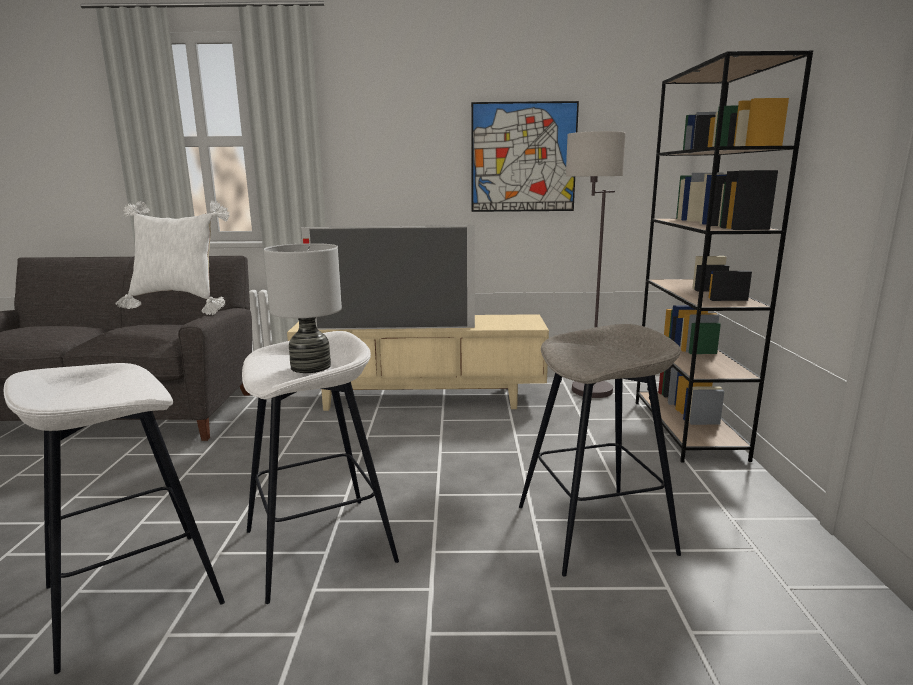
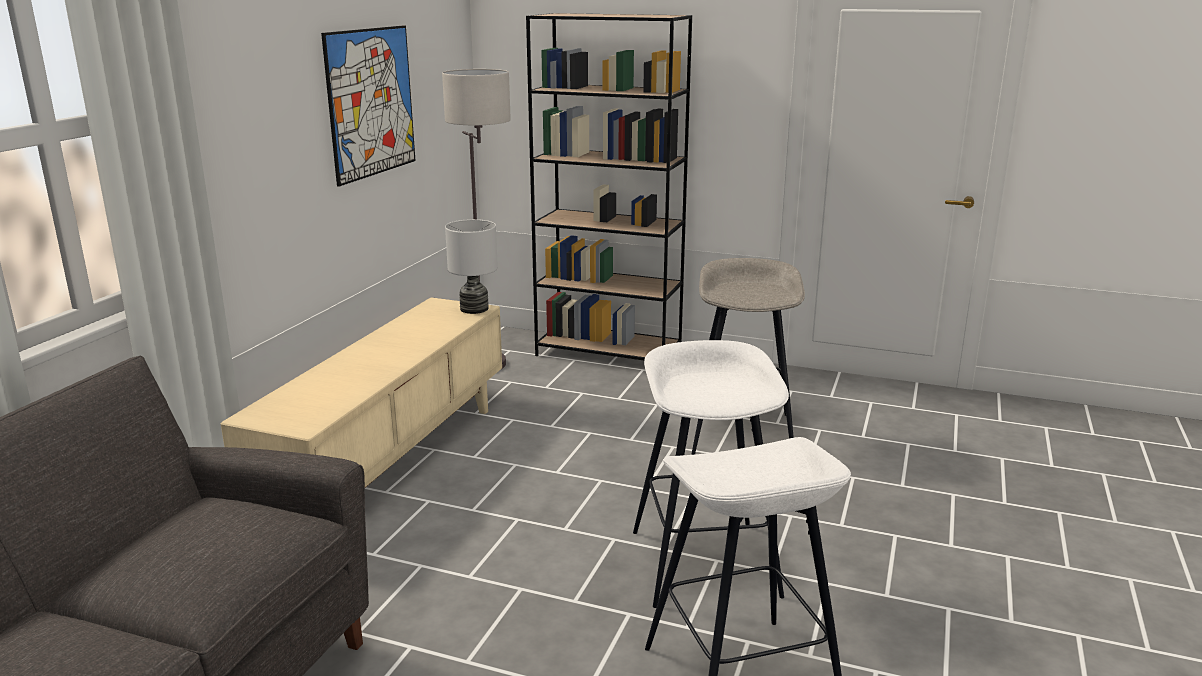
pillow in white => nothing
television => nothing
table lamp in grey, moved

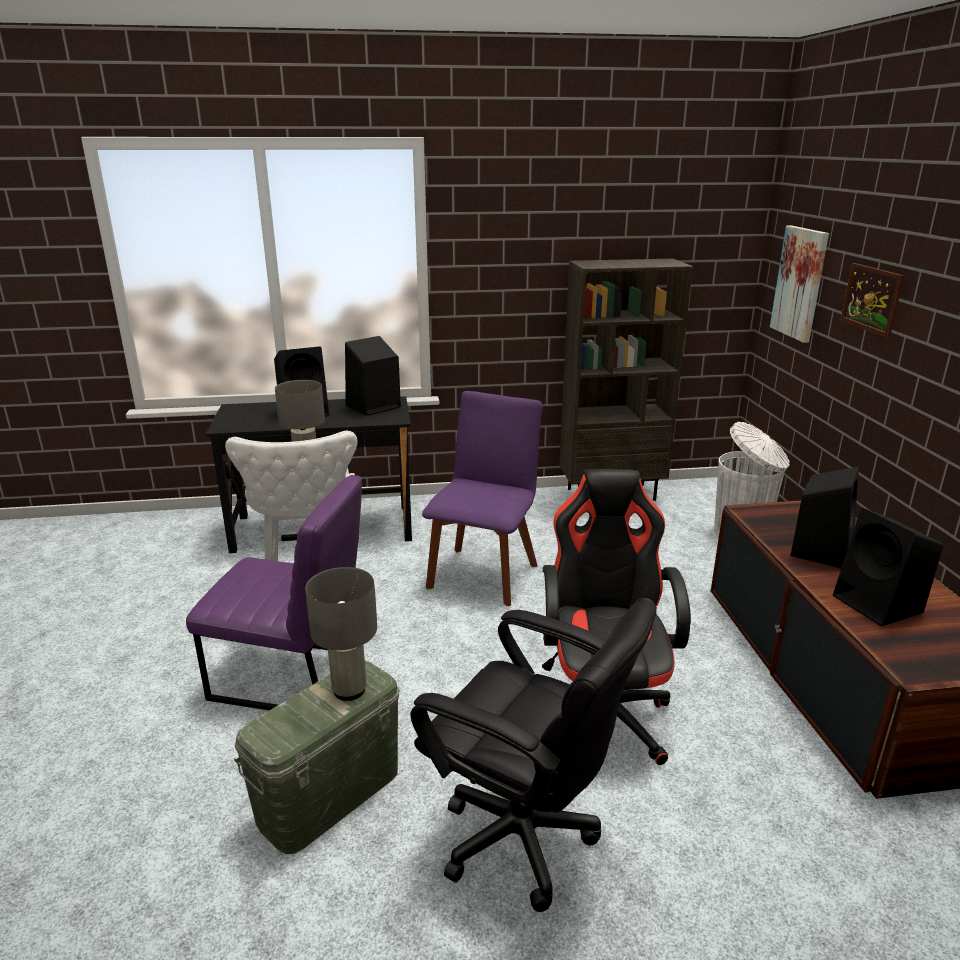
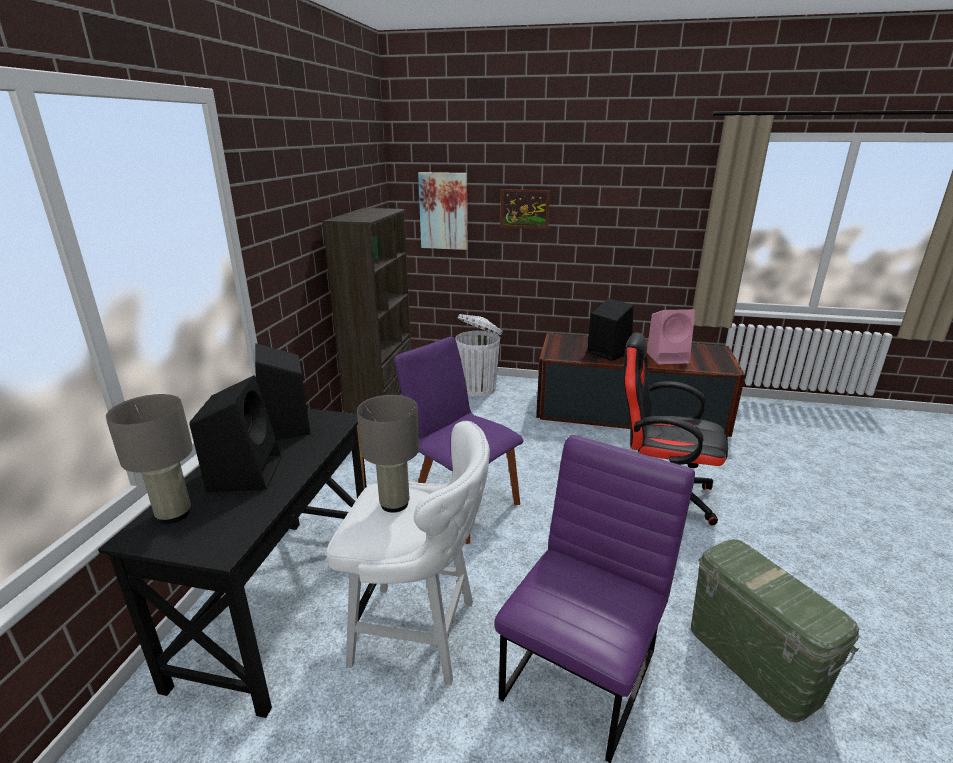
speaker in black (4th from left) => speaker in pink
table lamp in grey (2nd from left in the first image) => table lamp in grey (1st from left), moved
office chair in black (1st from left) => nothing

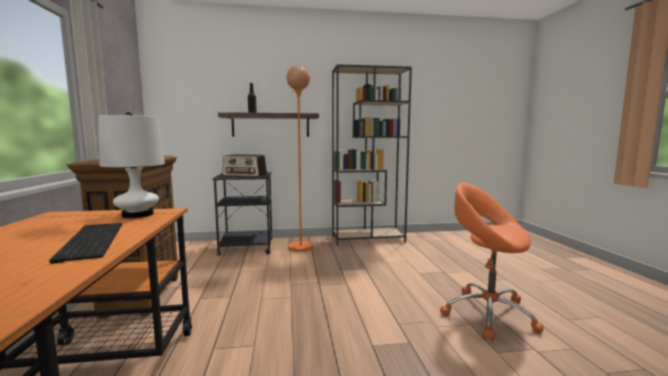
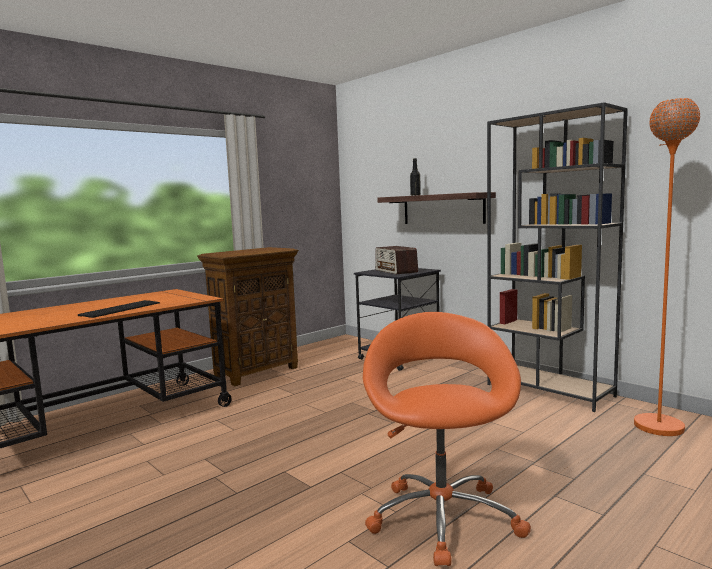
floor lamp in orange, moved
table lamp in white => nothing

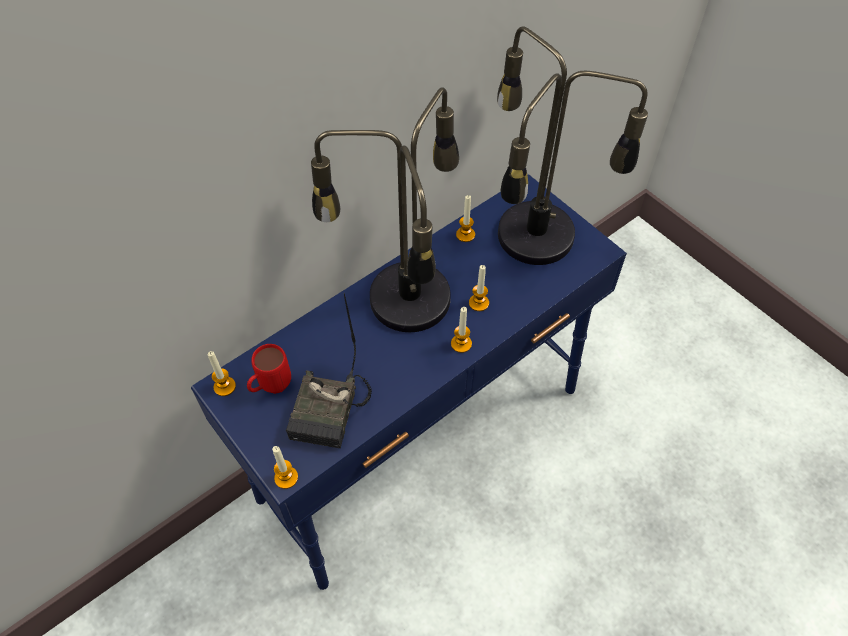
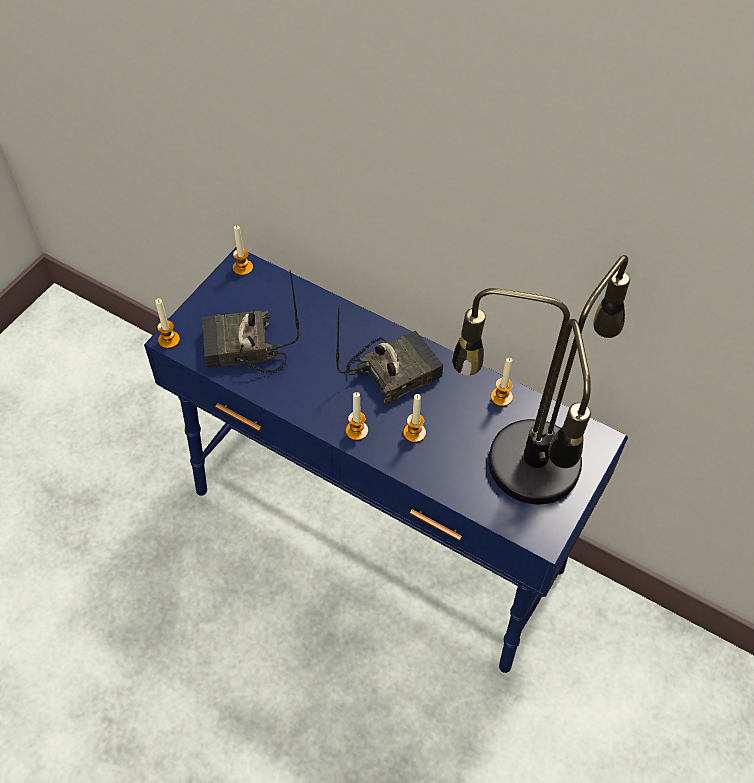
table lamp (1st from left) => radio (2nd from left)
mug in red => nothing

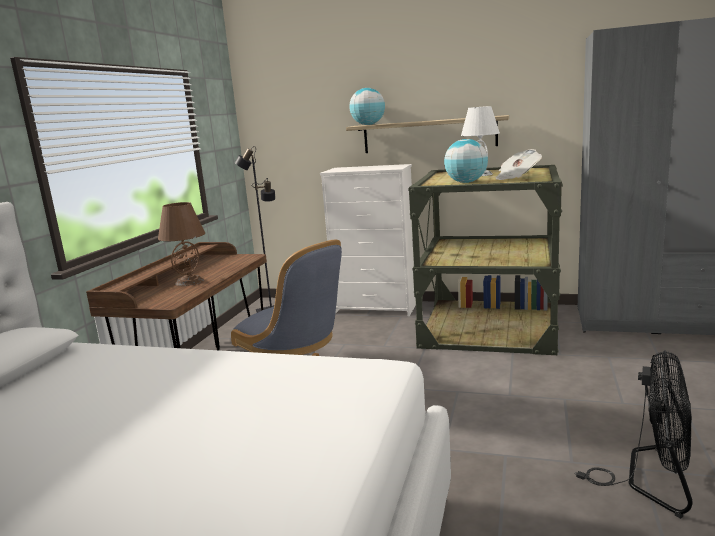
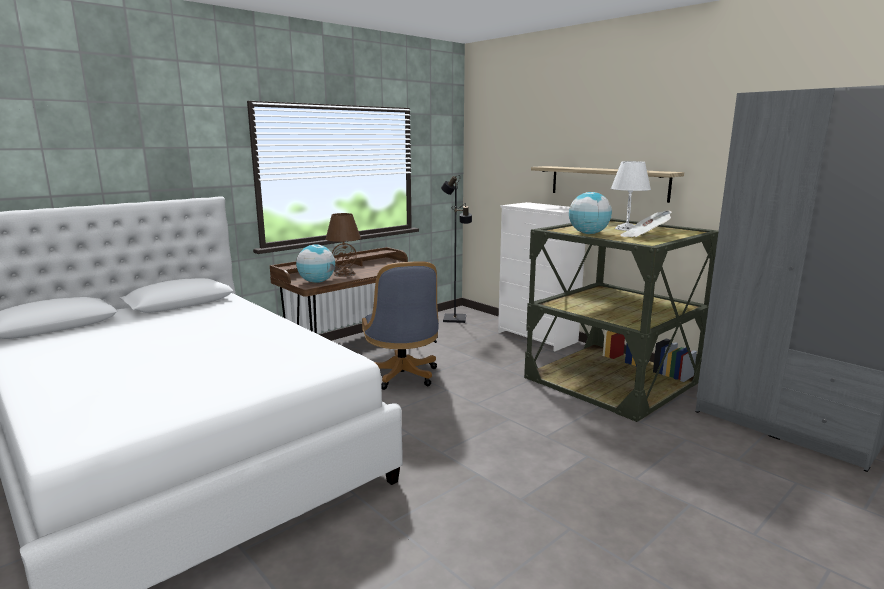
globe (1st from left), moved
fan in black => nothing

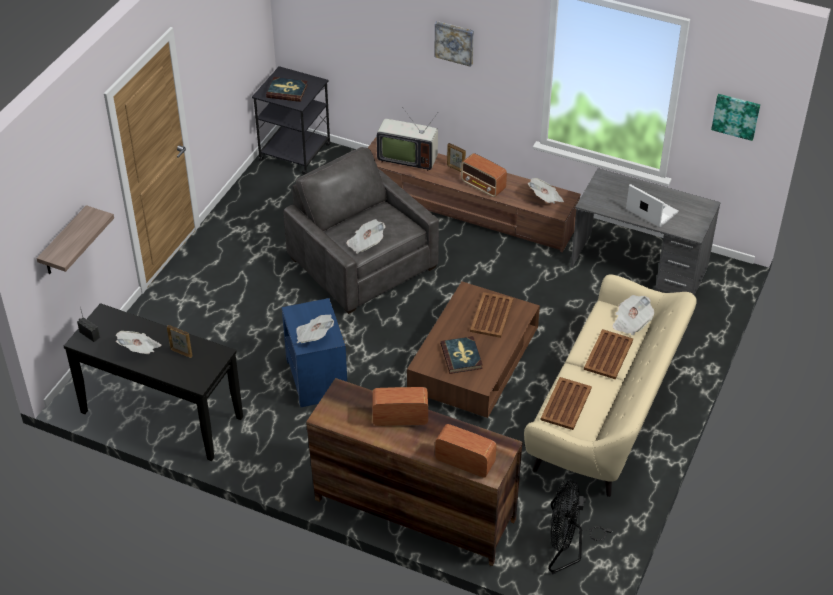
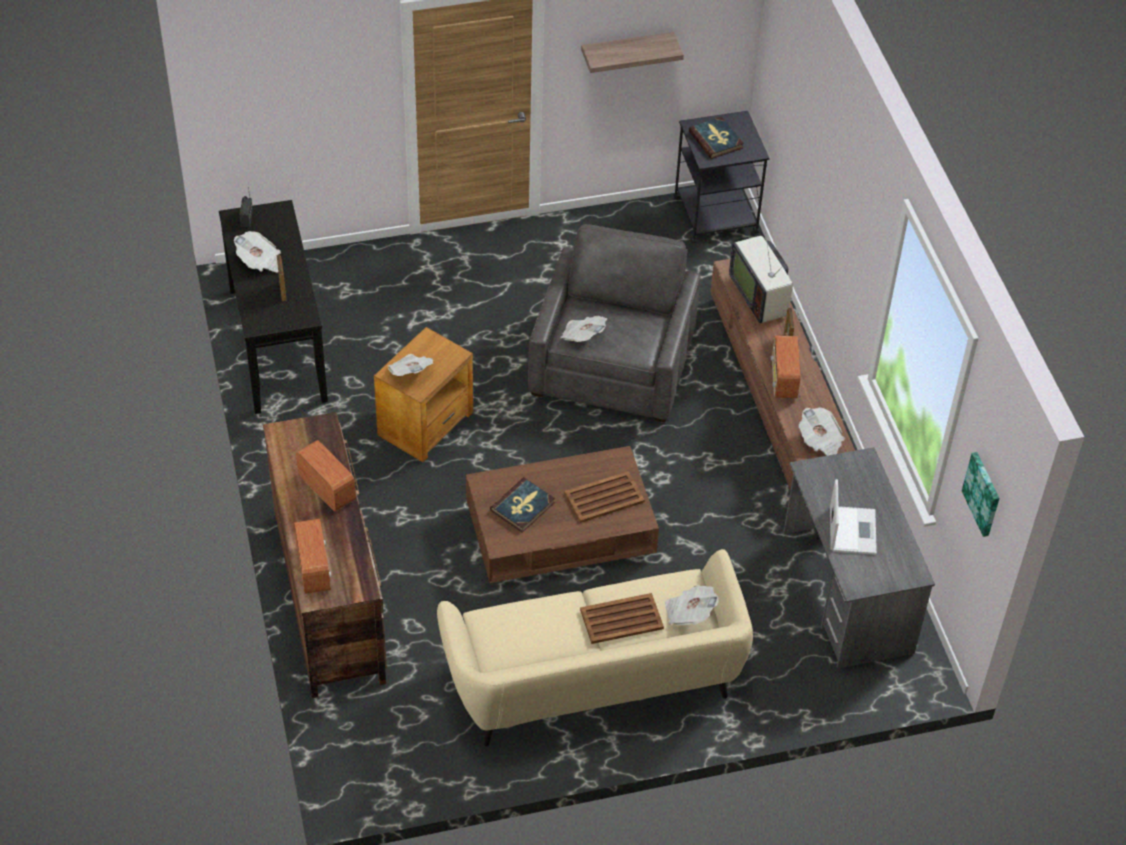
picture (1st from left) => nothing
shelf, moved
side table in blue => side table in brown
tray in brown (2nd from left) => nothing
fan in black => nothing

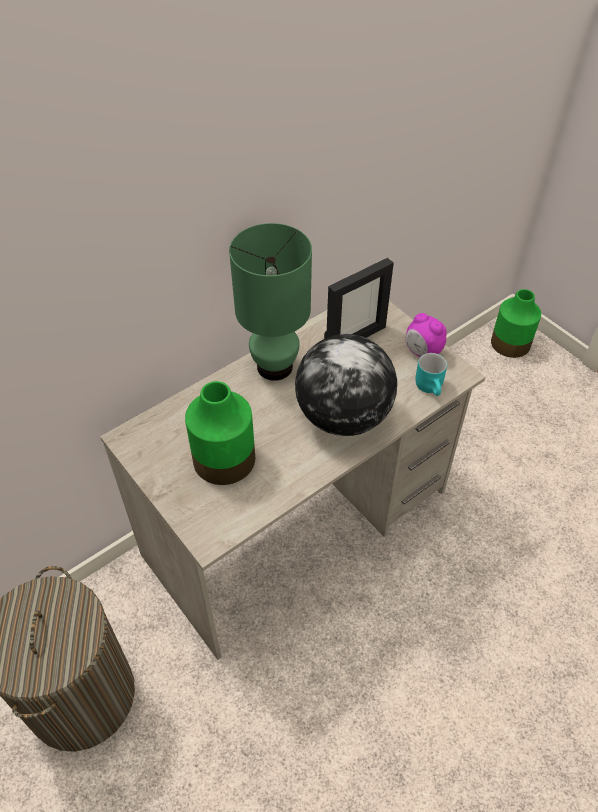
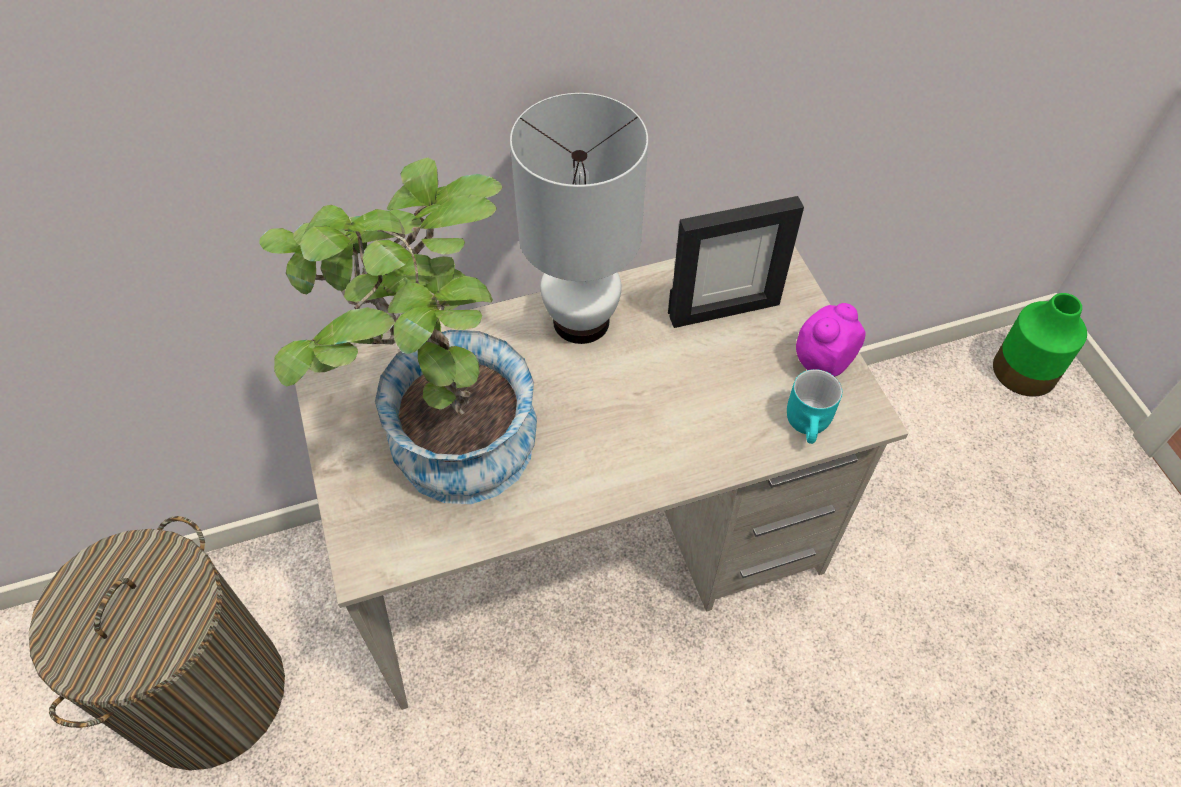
table lamp in green => table lamp in white
alarm clock, 75 degrees clockwise
globe => nothing
vase in green (1st from left) => potted plant

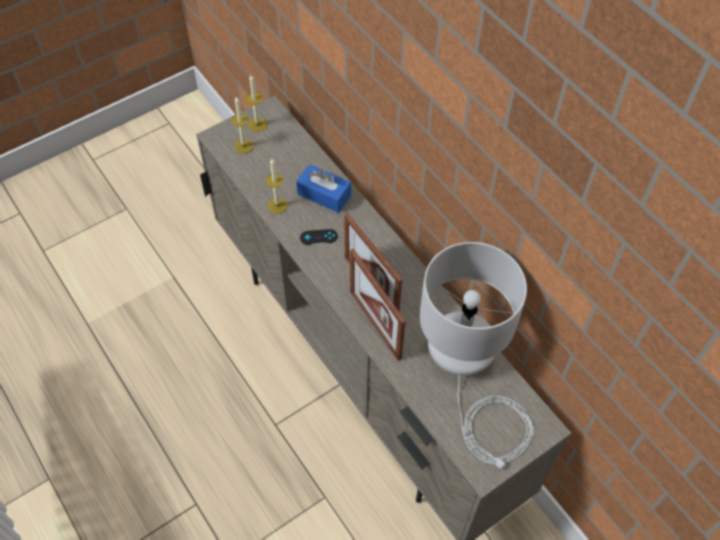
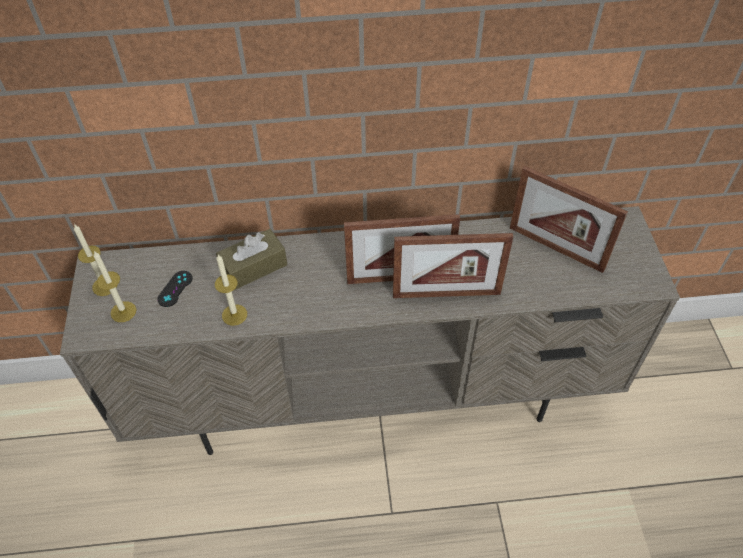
tissue box in blue => tissue box in brown
game controller in black, moved
table lamp in grey => picture frame (3rd from left)

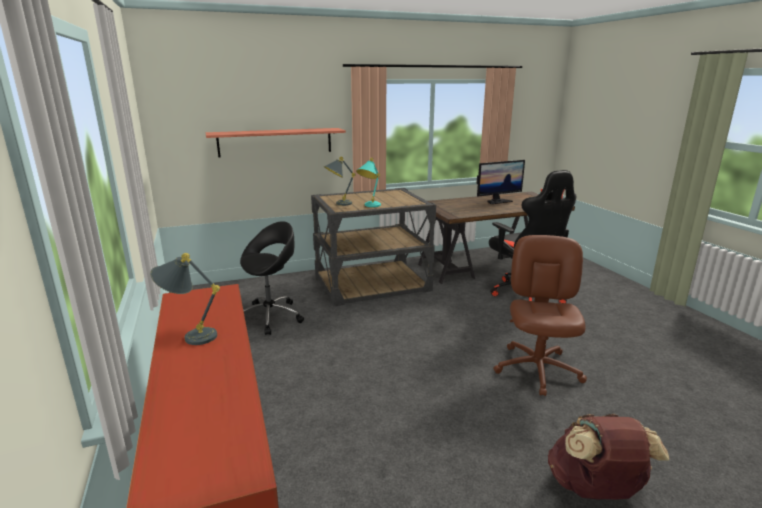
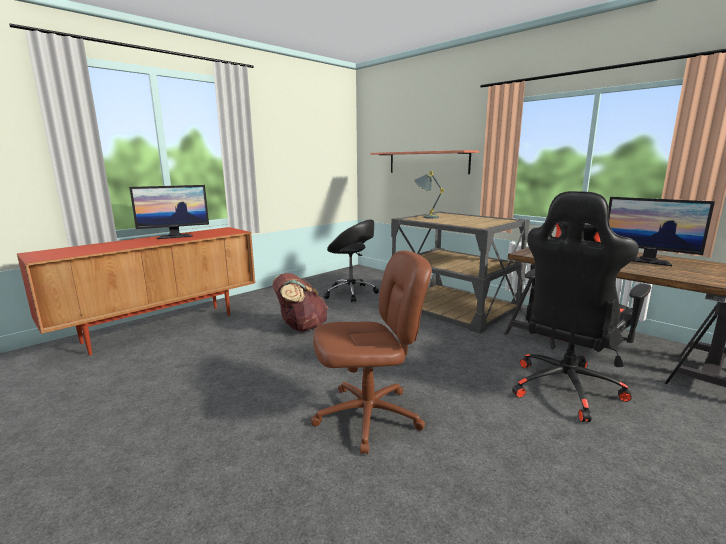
table lamp in turquoise => nothing
table lamp in grey (1st from left) => monitor (1st from left)
backpack in brown, moved

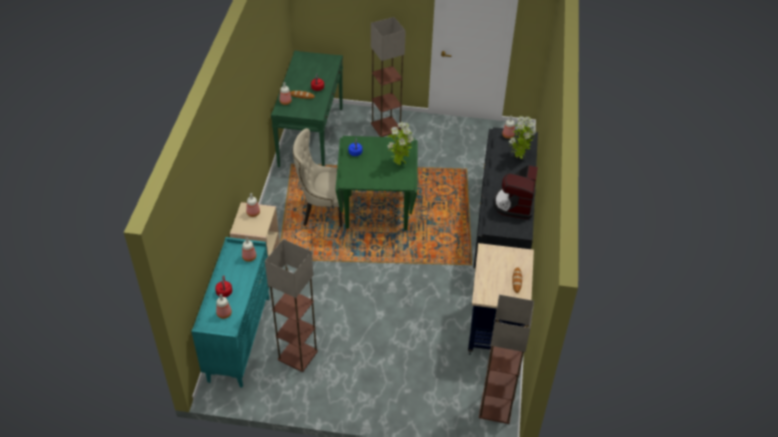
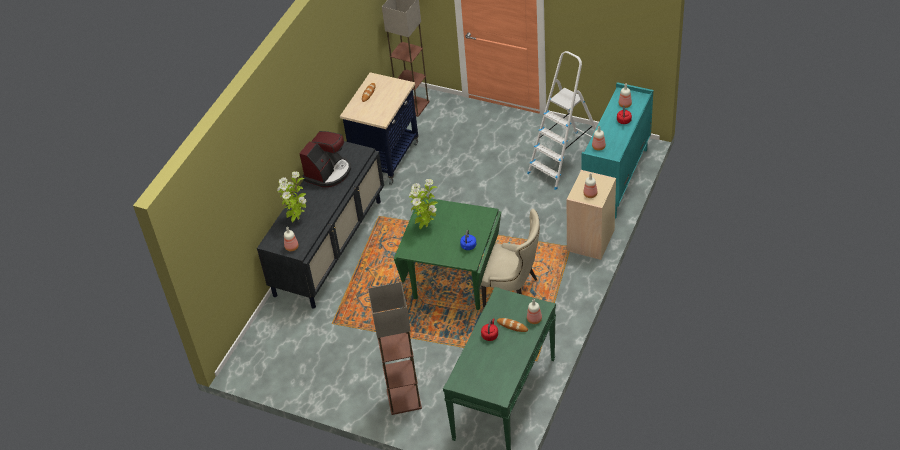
floor lamp (1st from left) => step ladder in white

